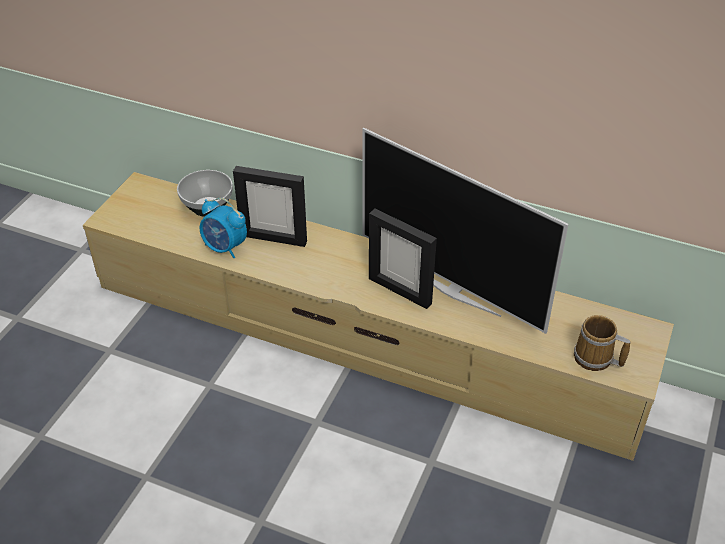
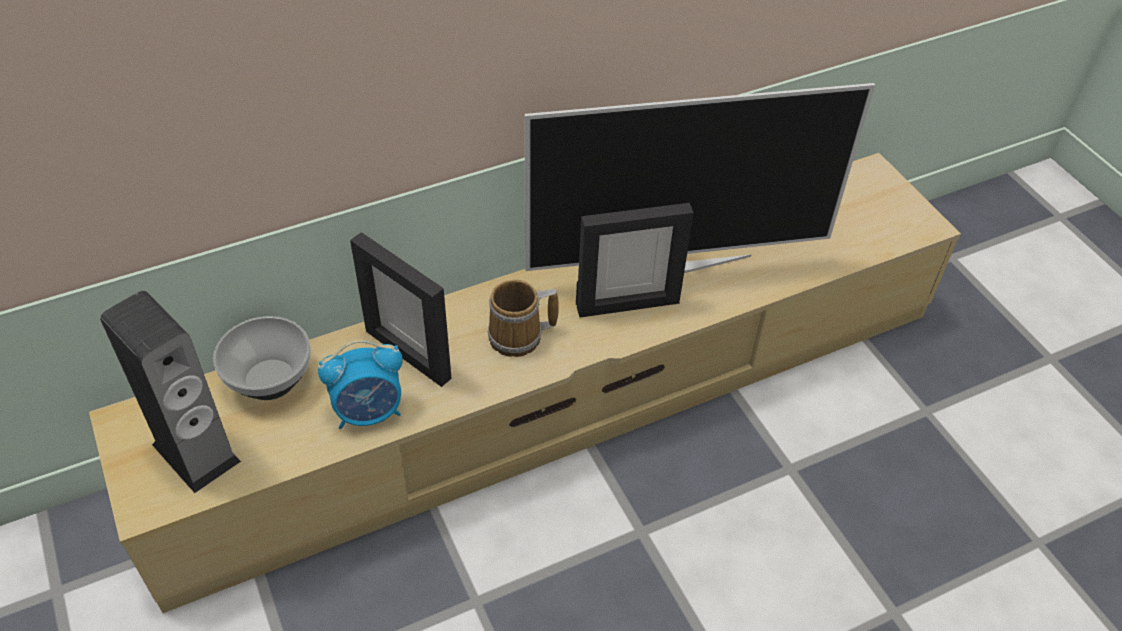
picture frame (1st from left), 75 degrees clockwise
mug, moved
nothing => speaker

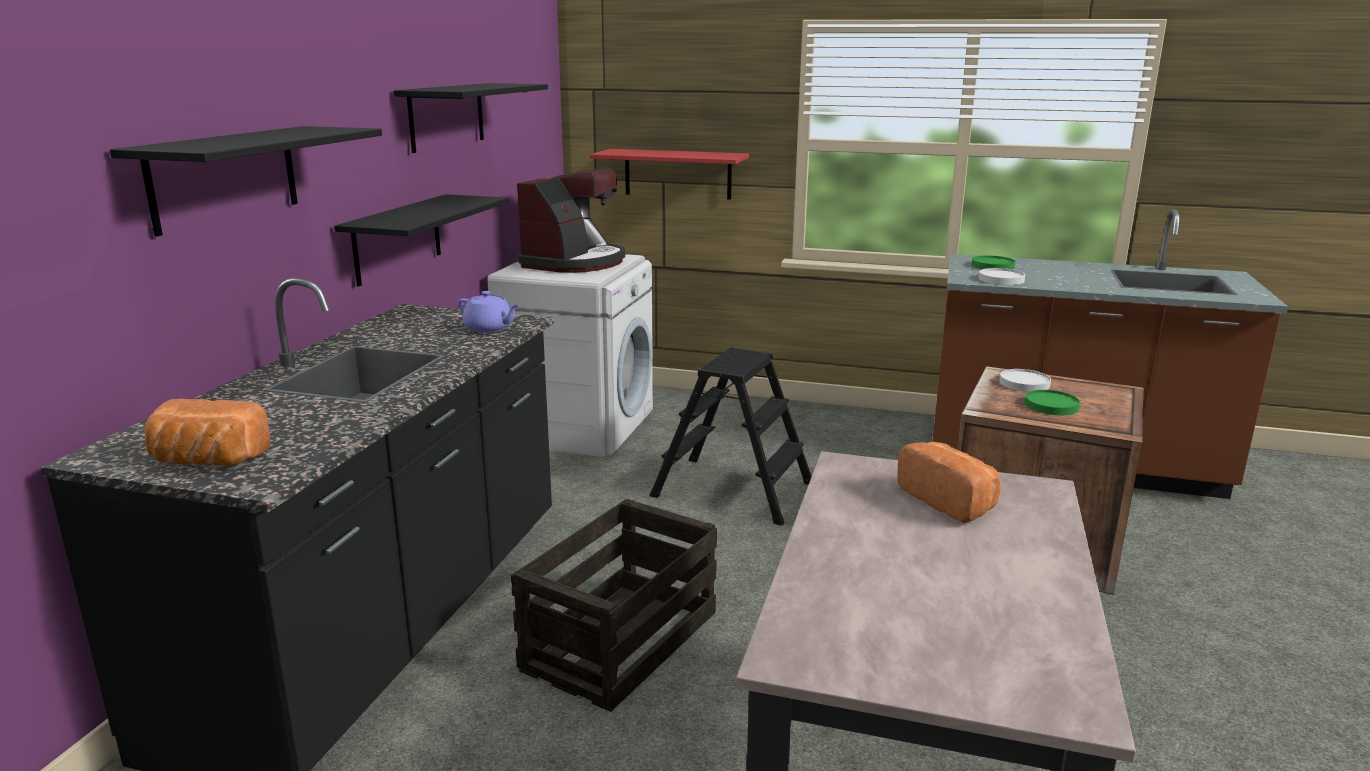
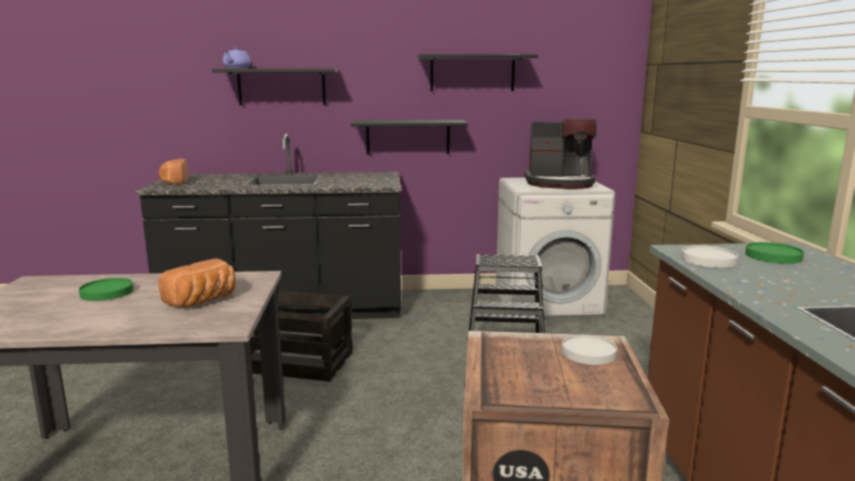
shelf in red => nothing
teapot in purple, moved
plate in green (2nd from left in the first image) => plate in green (1st from left), moved

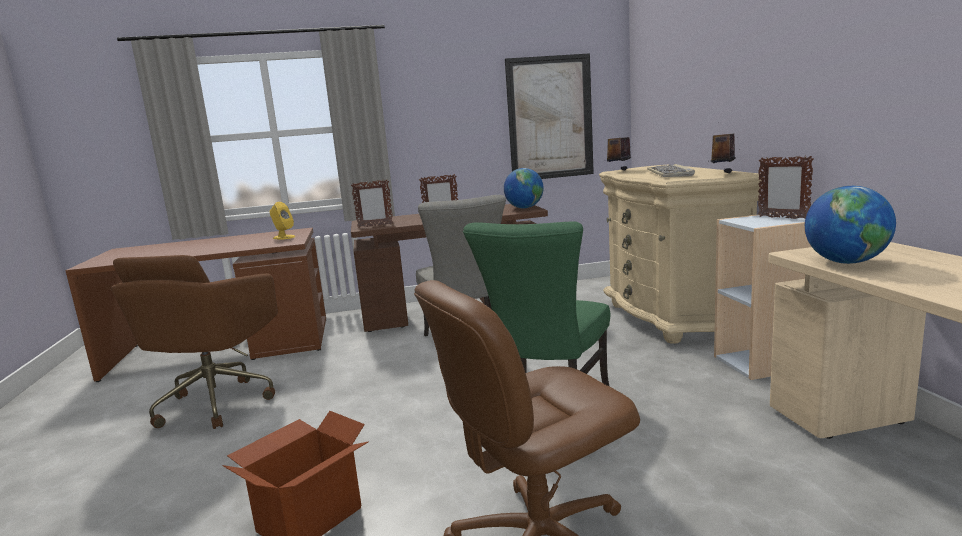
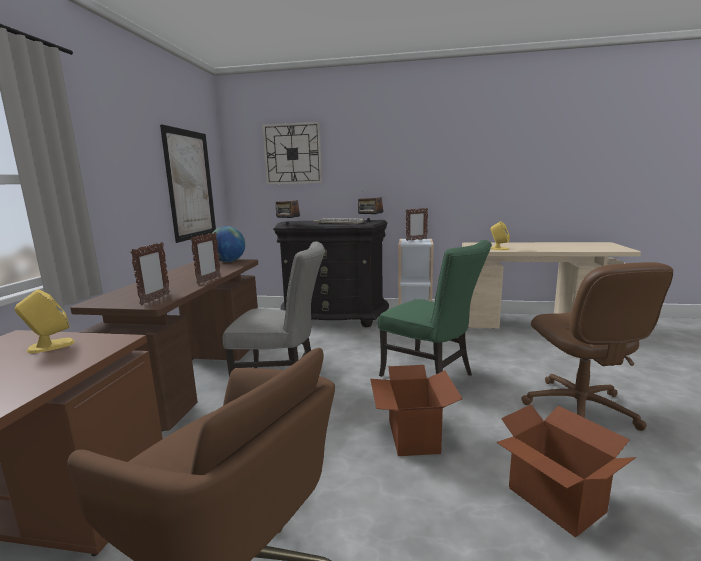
dresser in beige => dresser in black
globe (2nd from left) => speaker in yellow (2nd from left)
nothing => wall clock
nothing => cardboard box (1st from left)

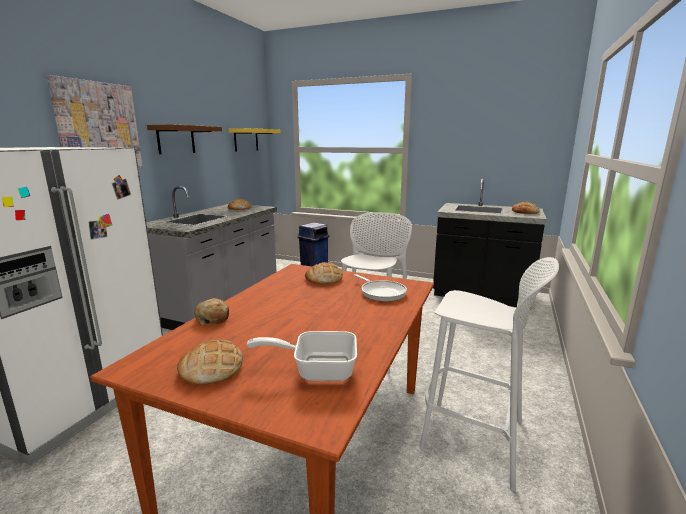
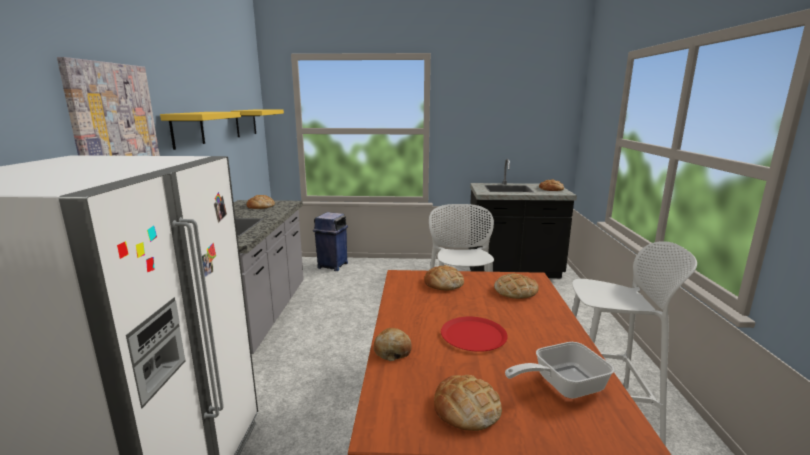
shelf in brown => shelf in yellow (1st from left)
frying pan (2nd from left) => bread (5th from left)
nothing => plate in red

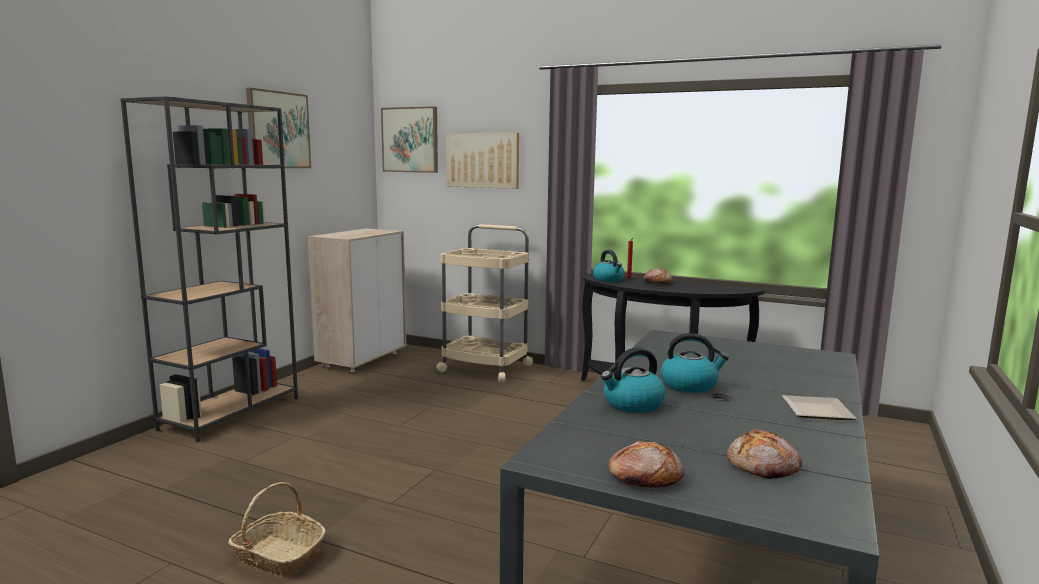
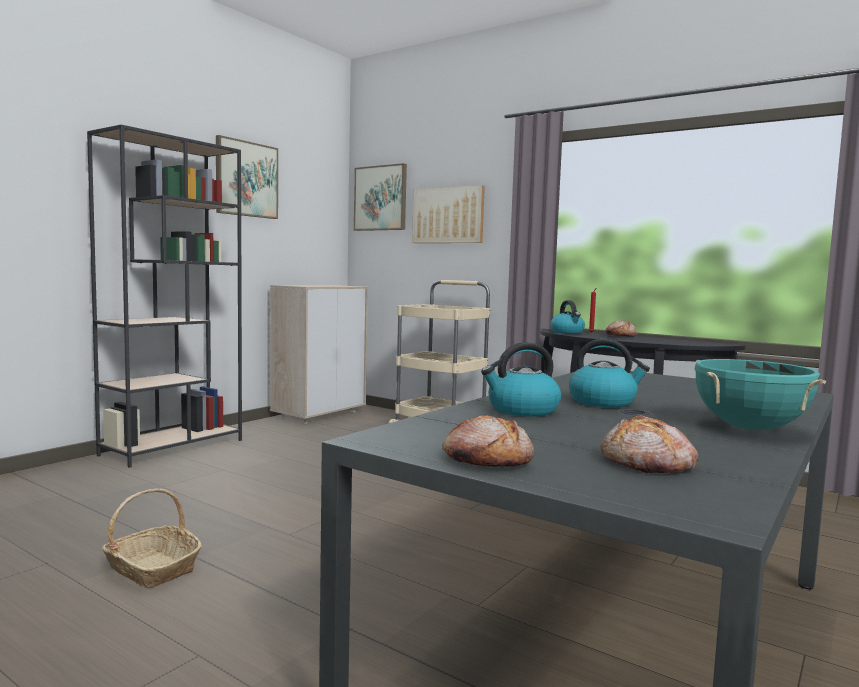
plate => cooking pot in turquoise

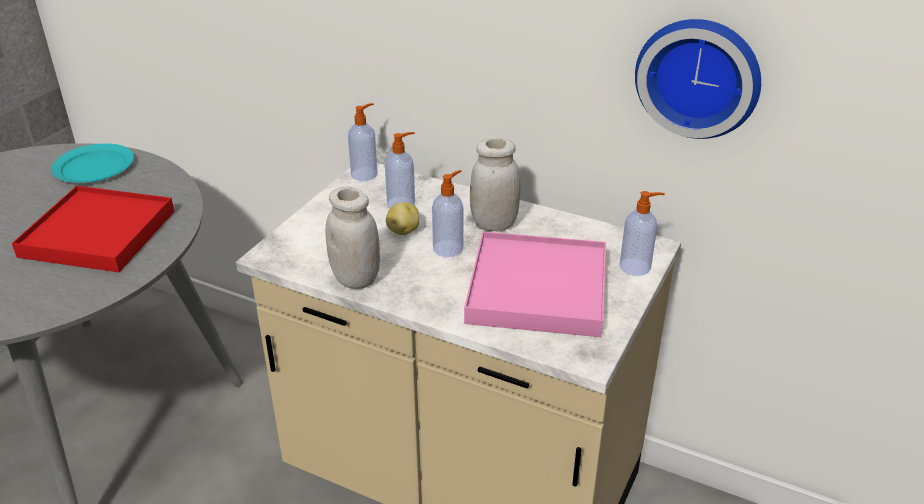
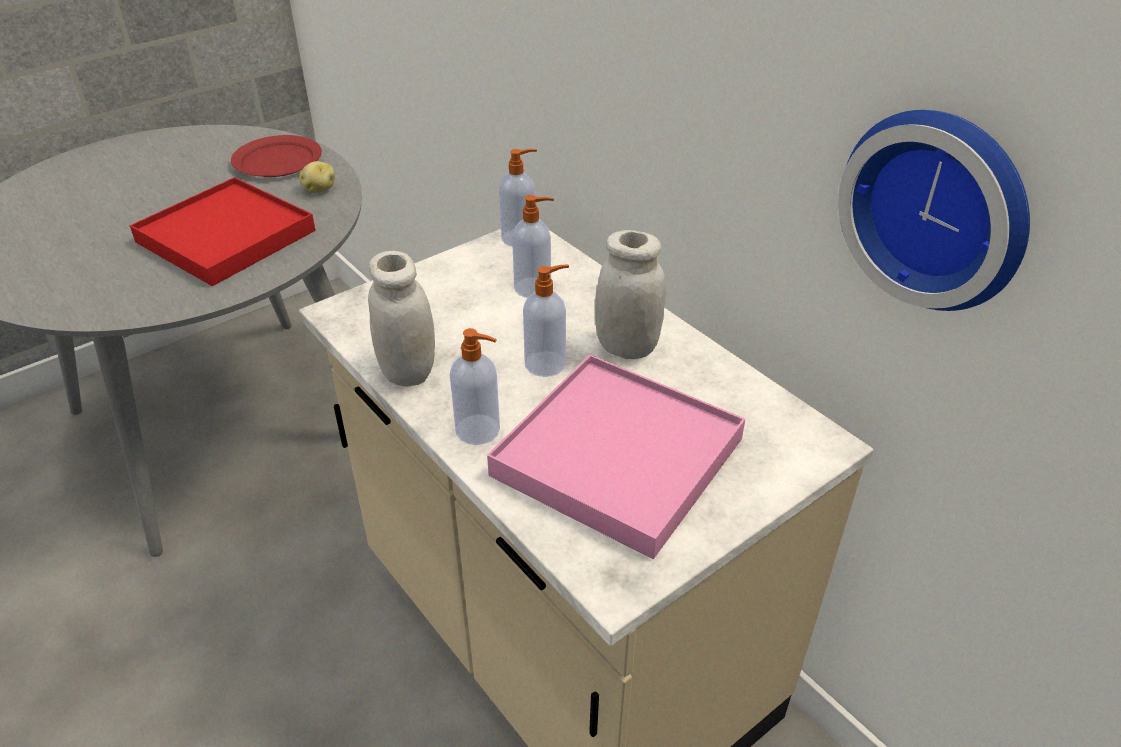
plate in turquoise => plate in red
soap dispenser (4th from left in the first image) => soap dispenser (1st from left), moved
potato, moved

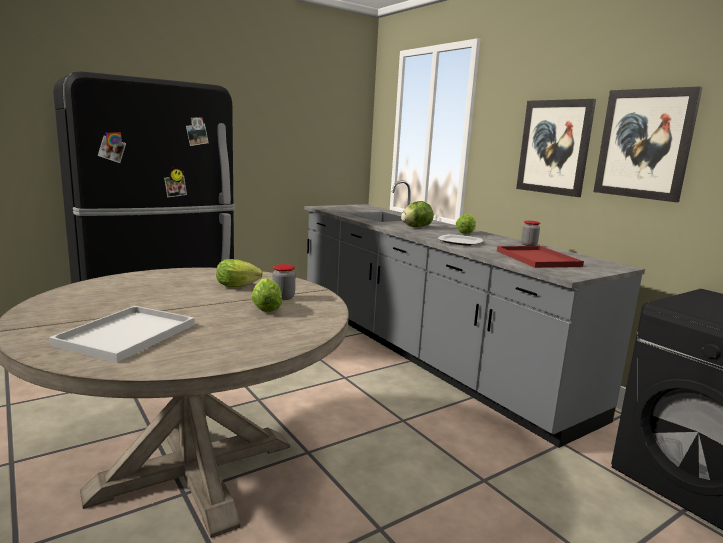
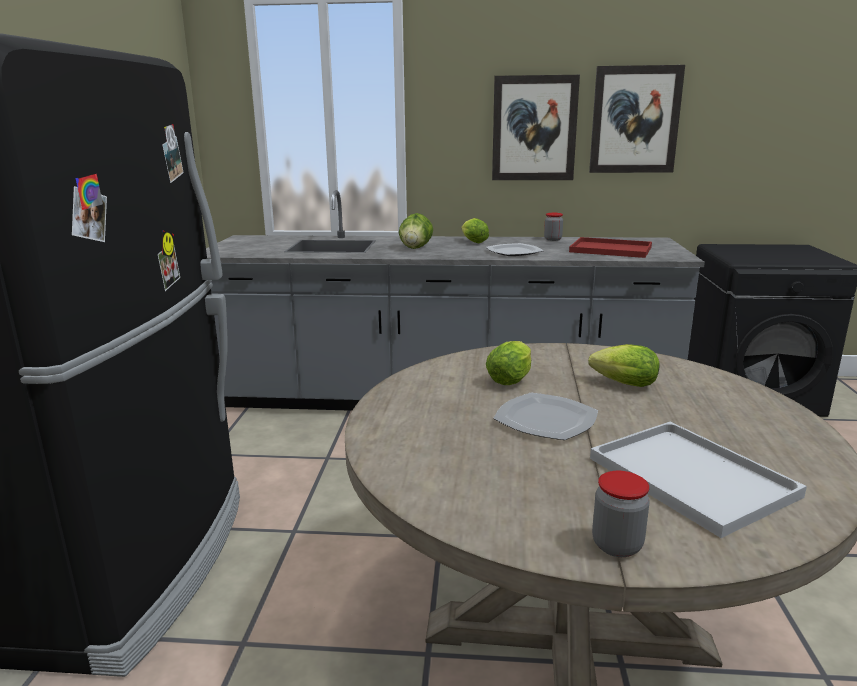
jar (1st from left in the first image) => jar (2nd from left), moved
nothing => plate (2nd from left)

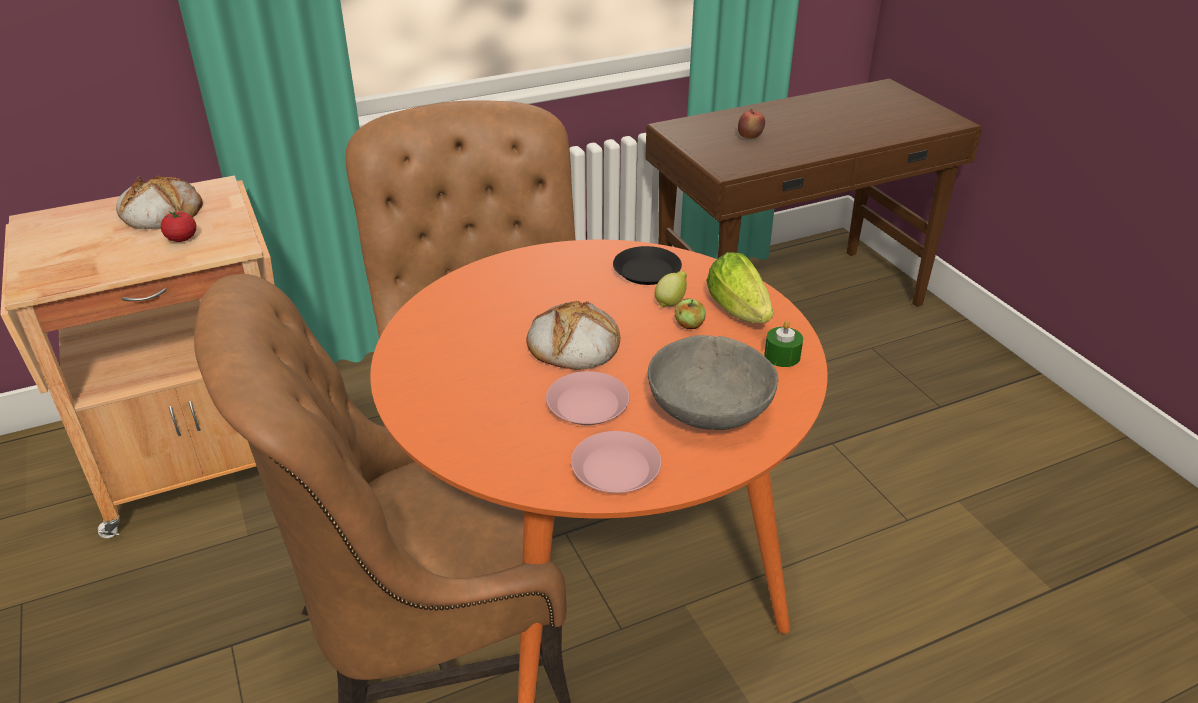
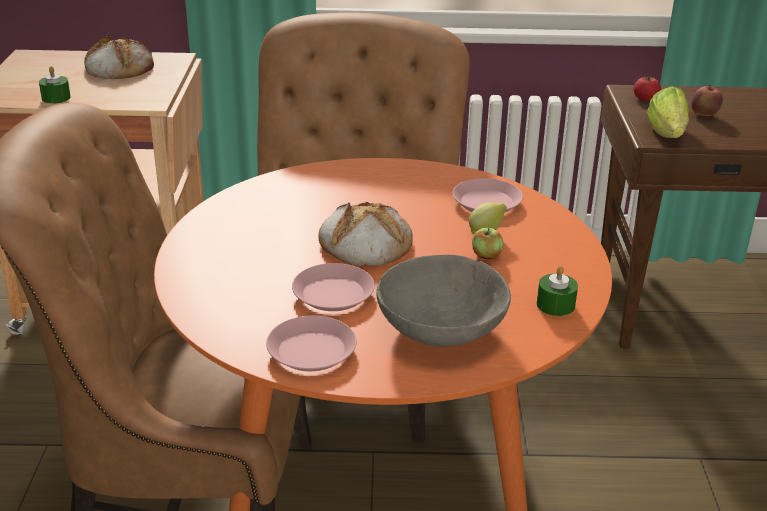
tomato, moved
plate in black => plate in pink (3rd from left)
lettuce, moved
nothing => candle in green (1st from left)

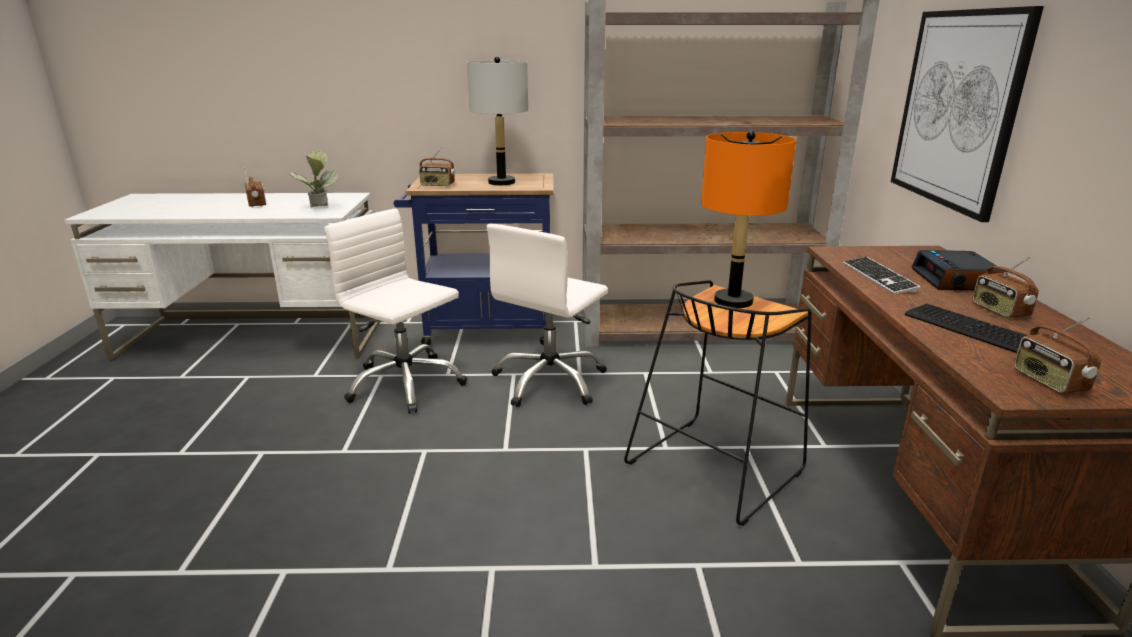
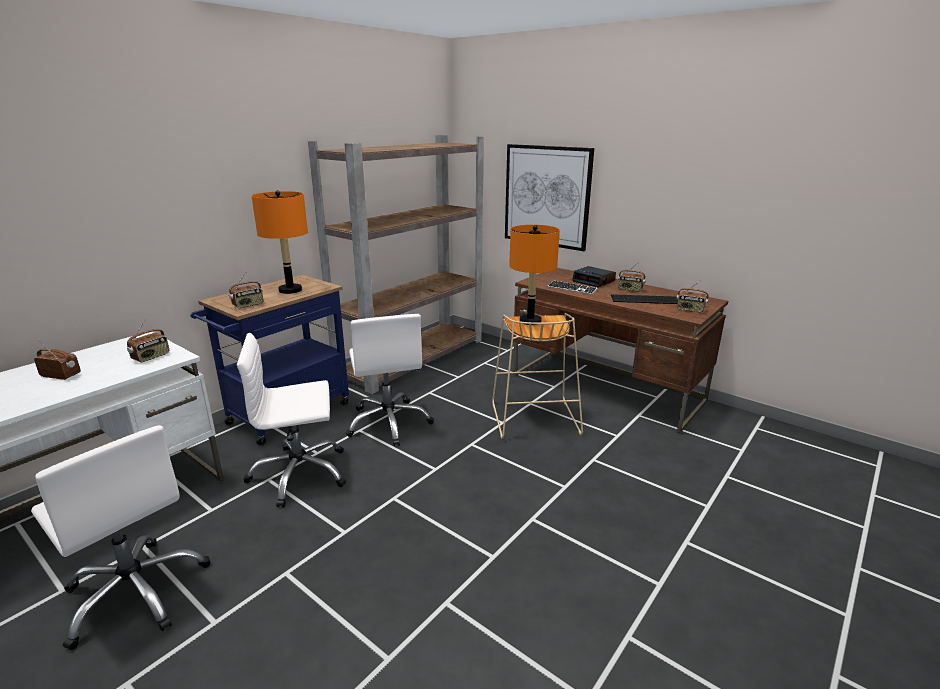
table lamp in grey => table lamp in orange (1st from left)
potted plant => radio (2nd from left)
stool in black => stool in beige
nothing => office chair in white (1st from left)

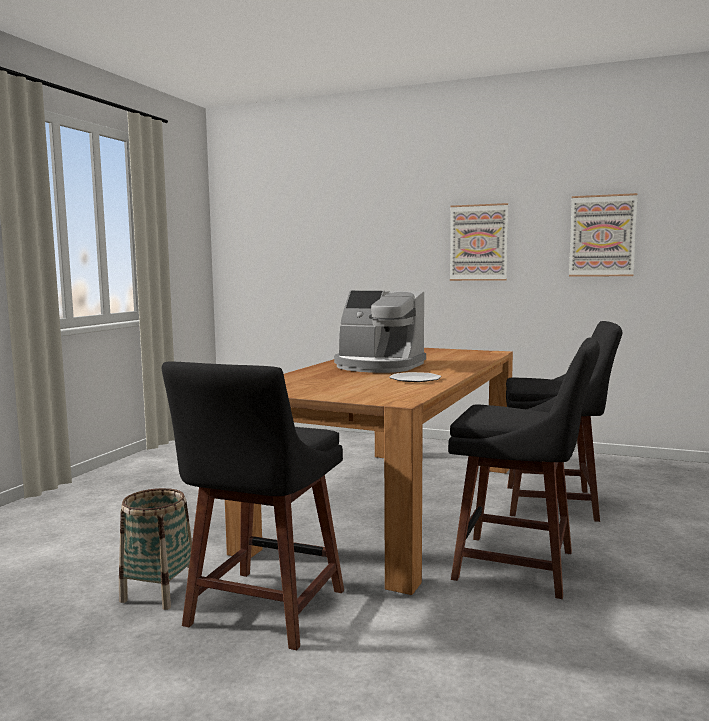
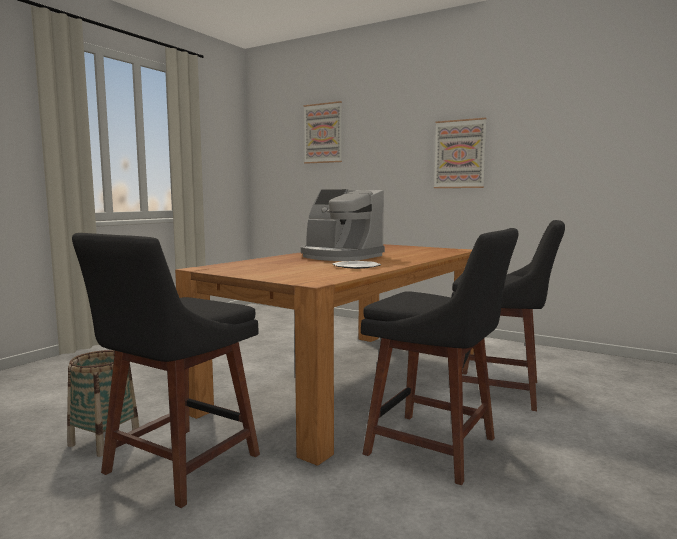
picture (2nd from left in the first image) => picture (1st from left), moved

